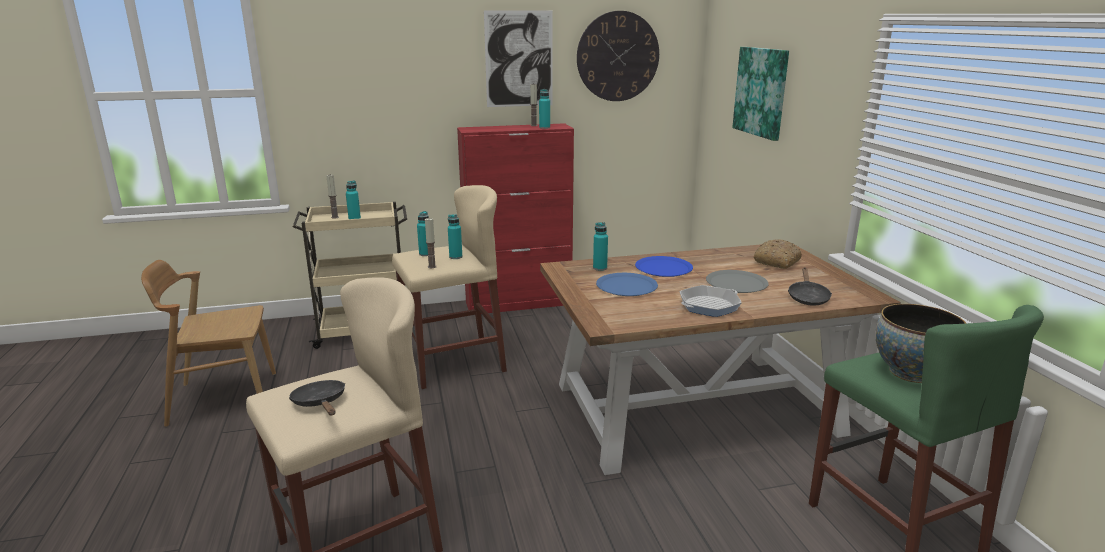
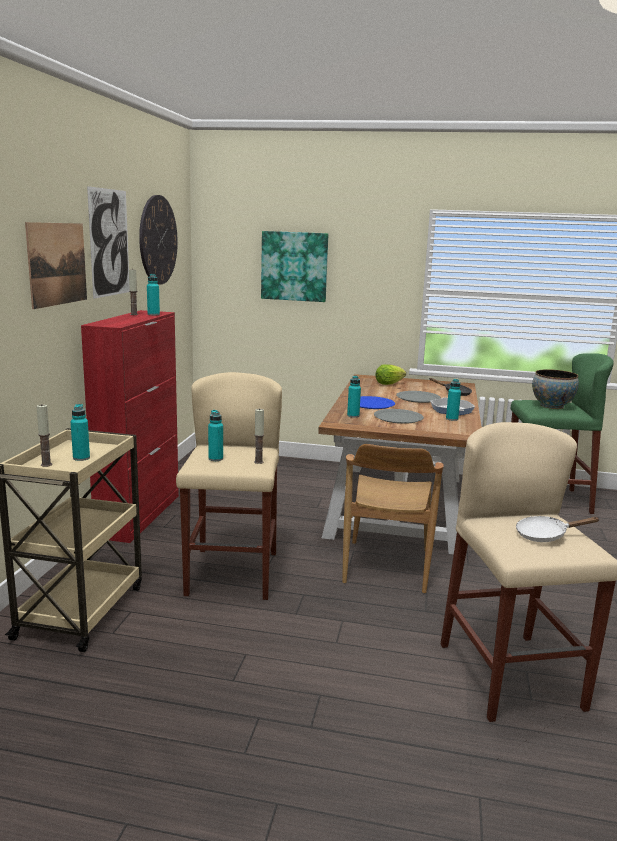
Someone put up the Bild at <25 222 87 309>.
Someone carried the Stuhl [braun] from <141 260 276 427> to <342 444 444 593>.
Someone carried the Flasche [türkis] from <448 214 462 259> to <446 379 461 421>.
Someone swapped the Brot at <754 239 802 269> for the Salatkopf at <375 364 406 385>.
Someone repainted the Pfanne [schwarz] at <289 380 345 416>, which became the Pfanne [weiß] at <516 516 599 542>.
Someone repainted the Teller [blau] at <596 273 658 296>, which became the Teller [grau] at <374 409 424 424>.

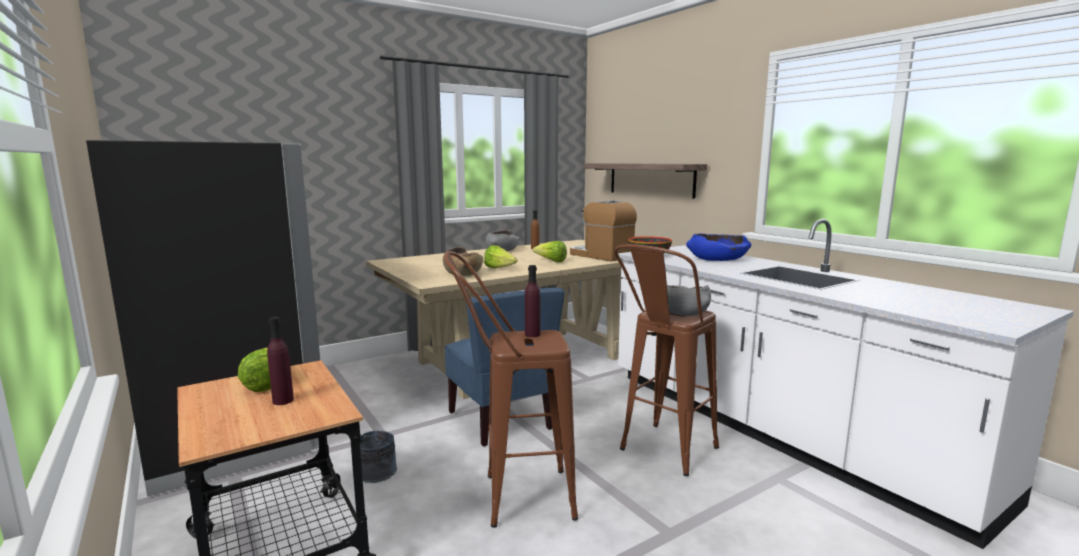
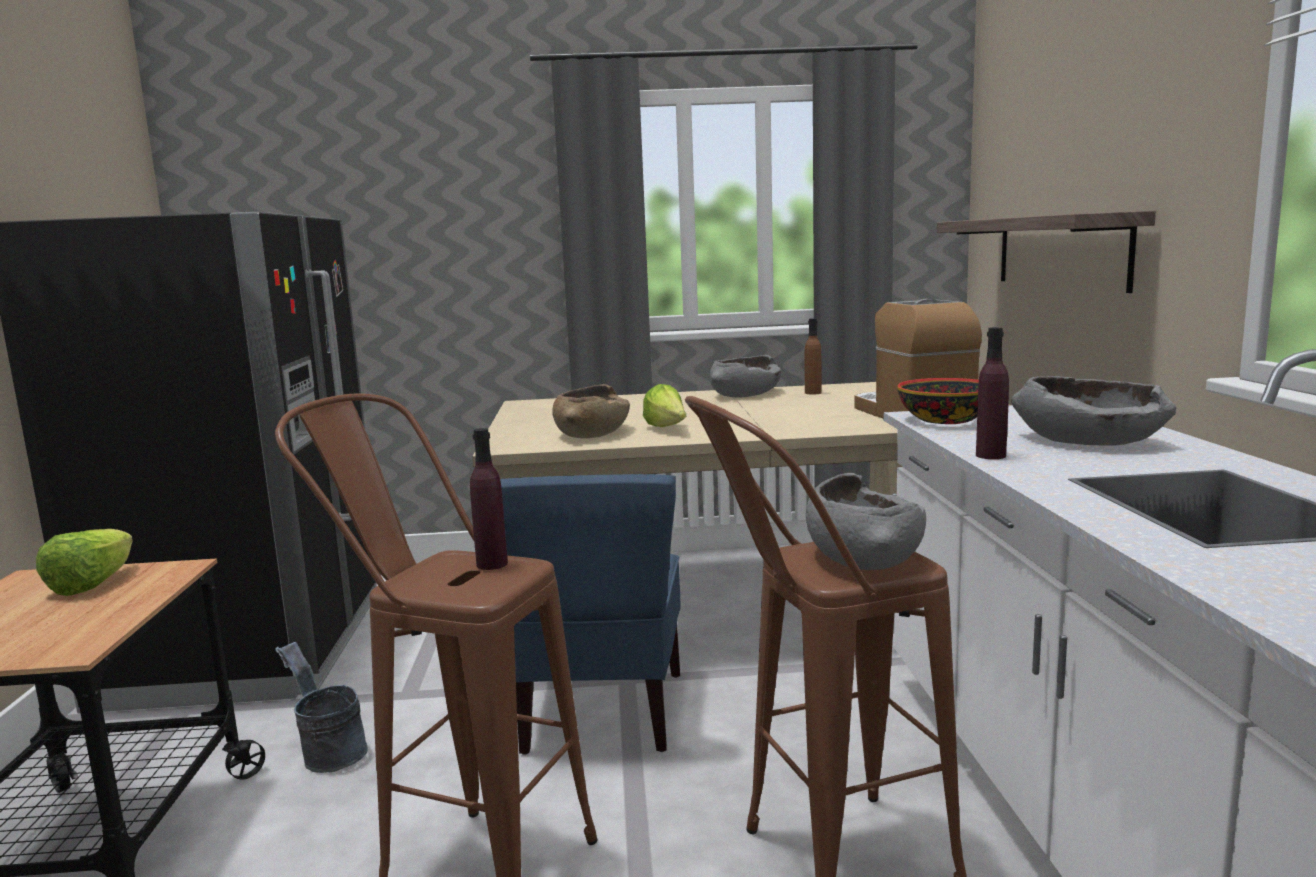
Someone took away the Salatkopf at <533 241 567 262>.
Someone carried the Flasche [lila] from <267 317 294 405> to <976 327 1009 459>.
Someone repainted the Schüssel [blau] at <686 233 751 261>, which became the Schüssel [grau] at <1011 376 1176 446>.

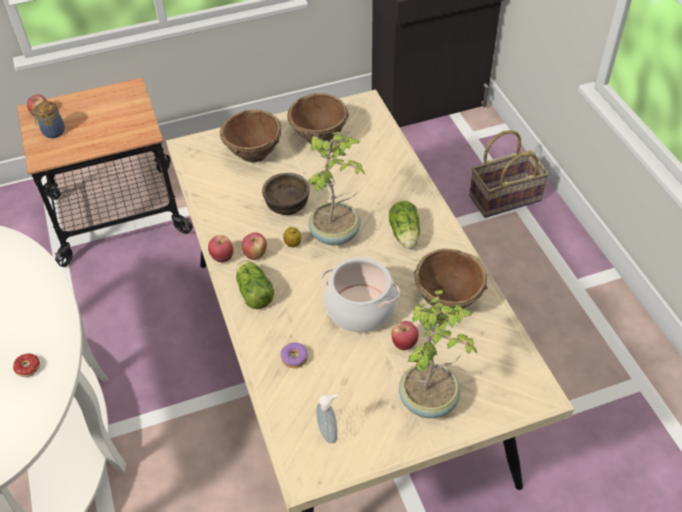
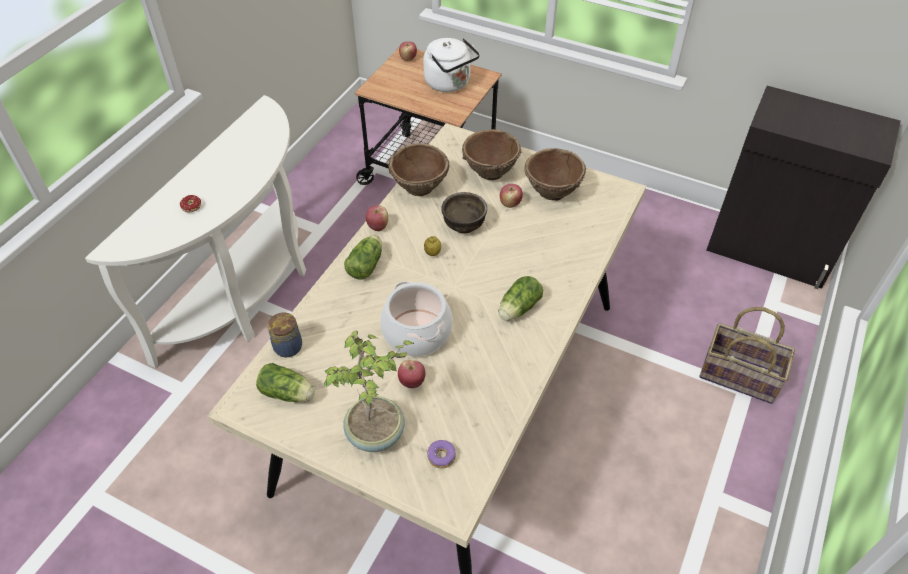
Someone took away the Topfpflanze at <307 132 365 245>.
Someone put down the Wasserkessel [weiß] at <423 38 480 92>.
Someone carried the Vorratsglas from <32 101 65 138> to <268 312 302 357>.
Someone carried the Apfel from <242 232 267 260> to <500 184 523 208>.
Someone carried the Donut from <281 342 308 368> to <427 440 456 468>.
Someone carried the Schüssel [braun] from <414 248 487 309> to <388 143 450 196>.
Someone swapped the Seifenspender at <316 394 338 444> for the Salatkopf at <256 363 315 402>.

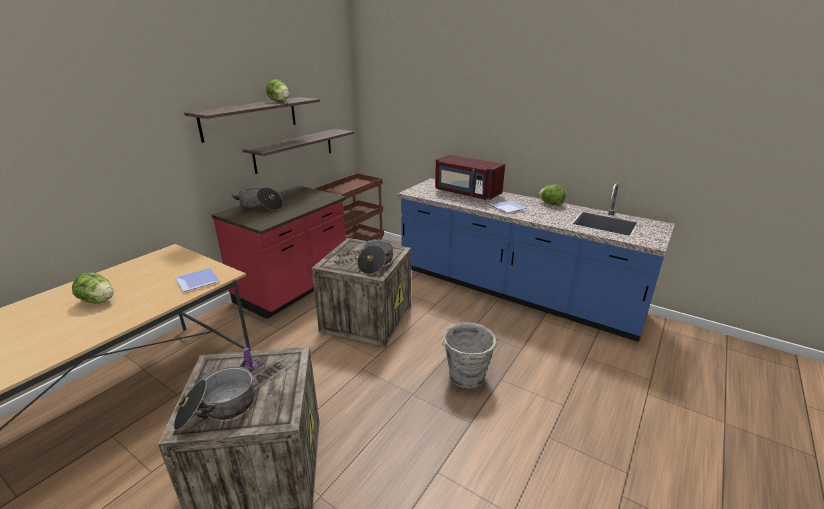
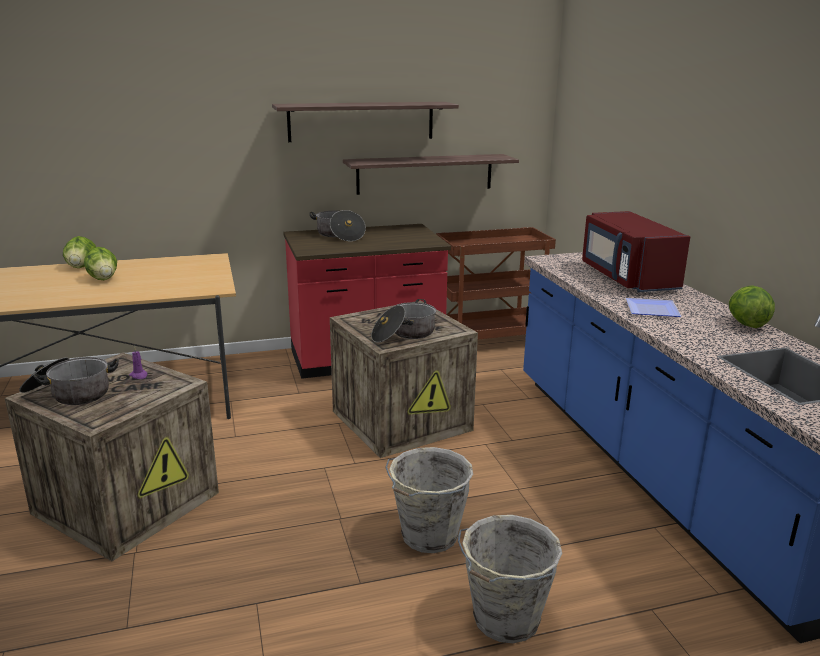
Someone took away the Teller at <175 268 220 292>.
Someone put down the Eimer [grau] at <458 515 562 643>.
Someone carried the Salatkopf from <266 79 289 102> to <63 236 96 268>.

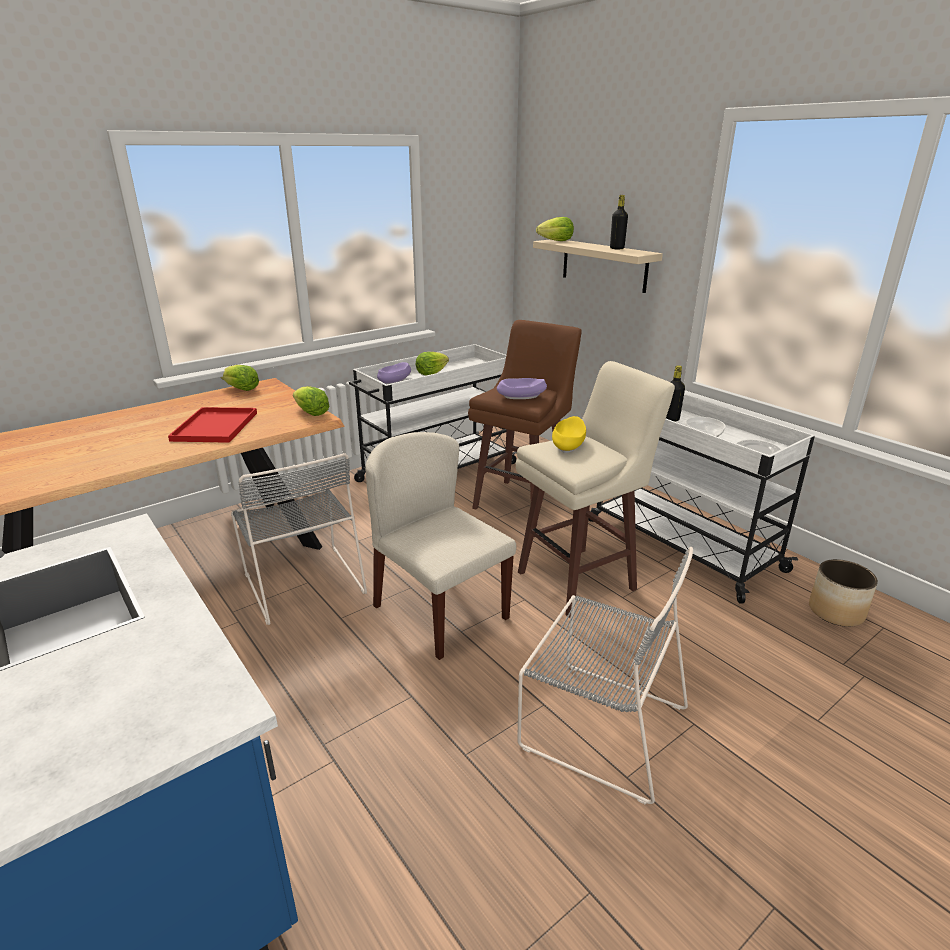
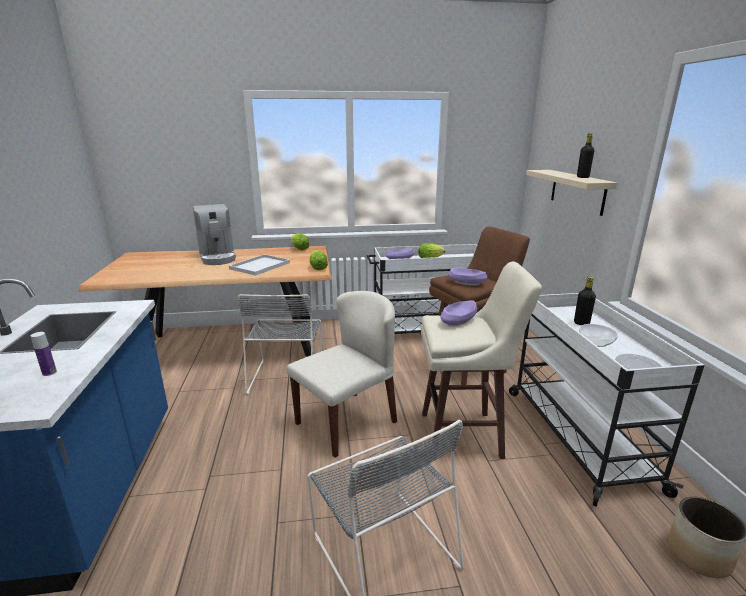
Someone took away the Salatkopf at <536 217 574 241>.
Someone put down the Flasche at <31 332 57 376>.
Someone put down the Kaffeemaschine at <193 204 236 265>.
Someone repainted the Tablett [rot] at <168 407 257 443>, which became the Tablett [weiß] at <229 254 290 276>.
Someone repainted the Schüssel [gelb] at <552 416 586 453>, which became the Schüssel [lila] at <441 300 477 327>.
Someone rotated the Stuhl [beige] at <365 432 516 660> by 60 degrees clockwise.

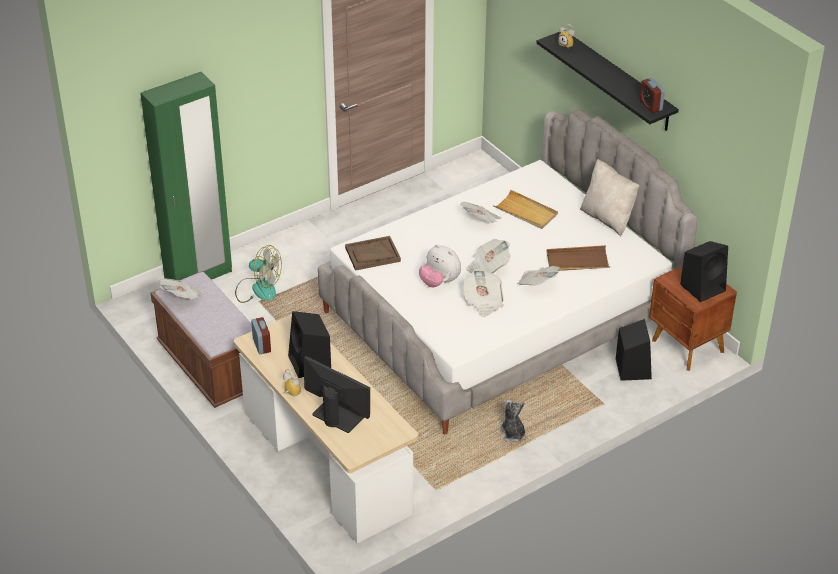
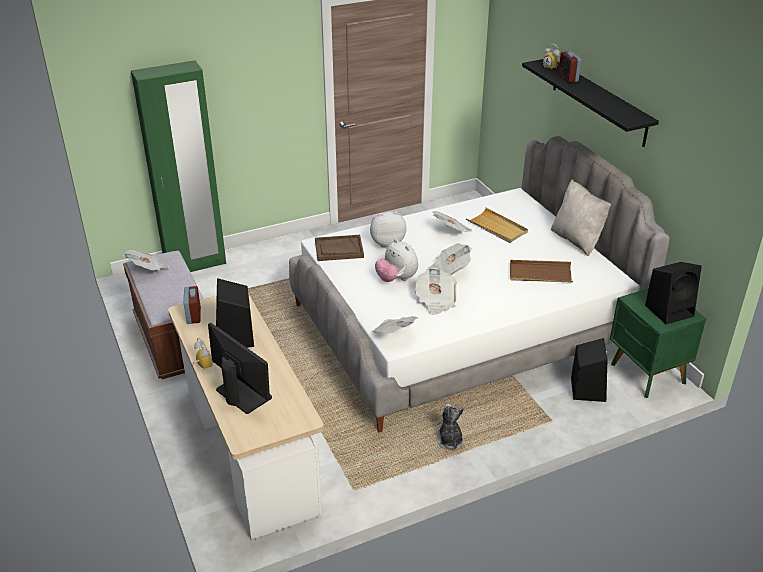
Someone took away the Ventilator at <235 245 282 303>.
Someone put down the Plüschtier at <370 211 406 248>.
Someone carried the Zeitung from <517 266 560 286> to <371 316 418 334>.
Someone carried the Wecker from <640 78 665 113> to <558 51 581 83>.
Someone repainted the Nachttisch [braun] at <649 265 737 371>, which became the Nachttisch [grün] at <610 288 706 398>.

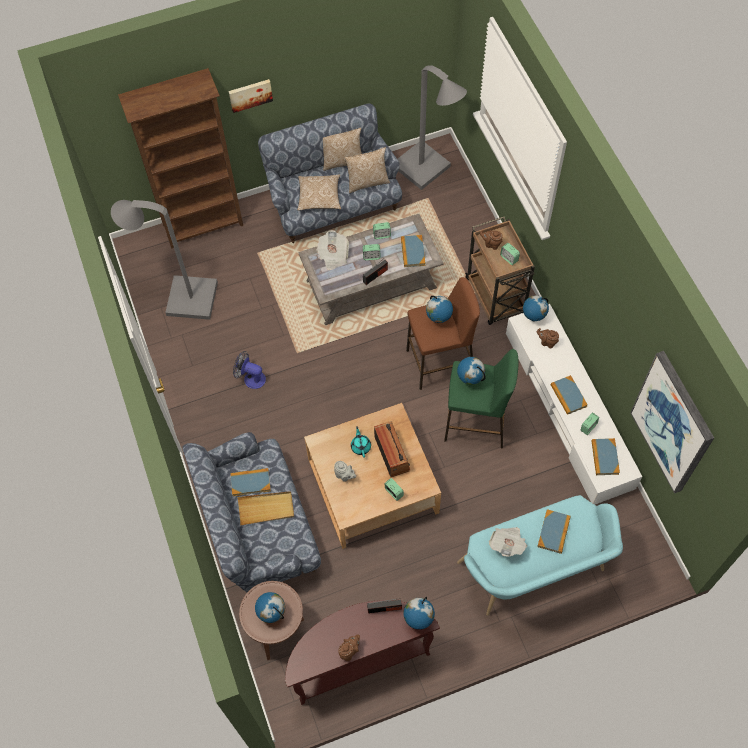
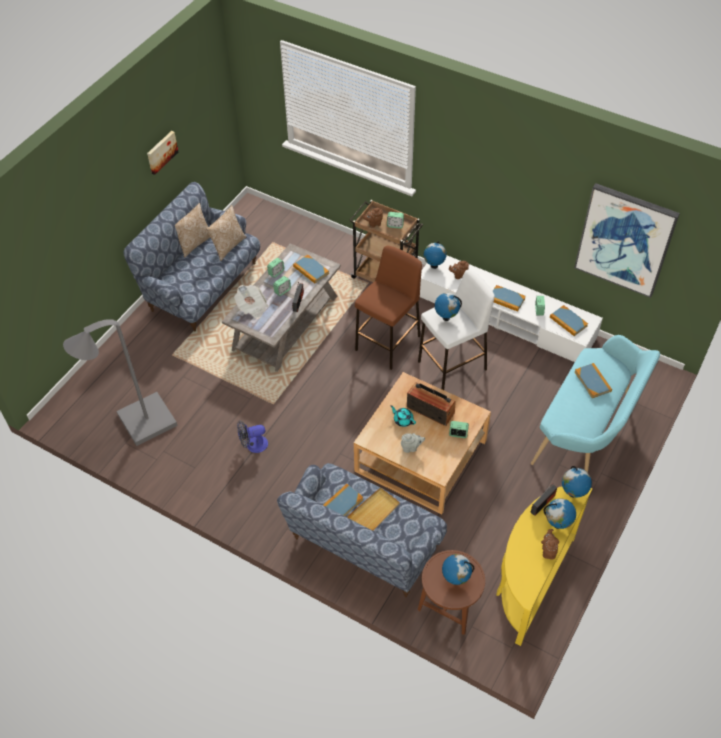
Someone took away the Bücherregal [braun] at <118 68 243 249>.
Someone took away the Kissen at <297 174 341 211>.
Someone took away the Stehlampe [grau] at <398 65 467 190>.
Someone took away the Zeitung at <489 527 527 557>.
Someone carried the Bild from <229 79 273 113> to <147 131 178 175>.
Someone carried the Globus from <426 296 453 323> to <544 498 576 529>.
Someone repainted the Konsolentisch [braun] at <285 600 440 705>, which became the Konsolentisch [gelb] at <496 486 592 646>.
Someone repainted the Hocker [grün] at <444 349 519 449>, which became the Hocker [weiß] at <418 269 495 390>.

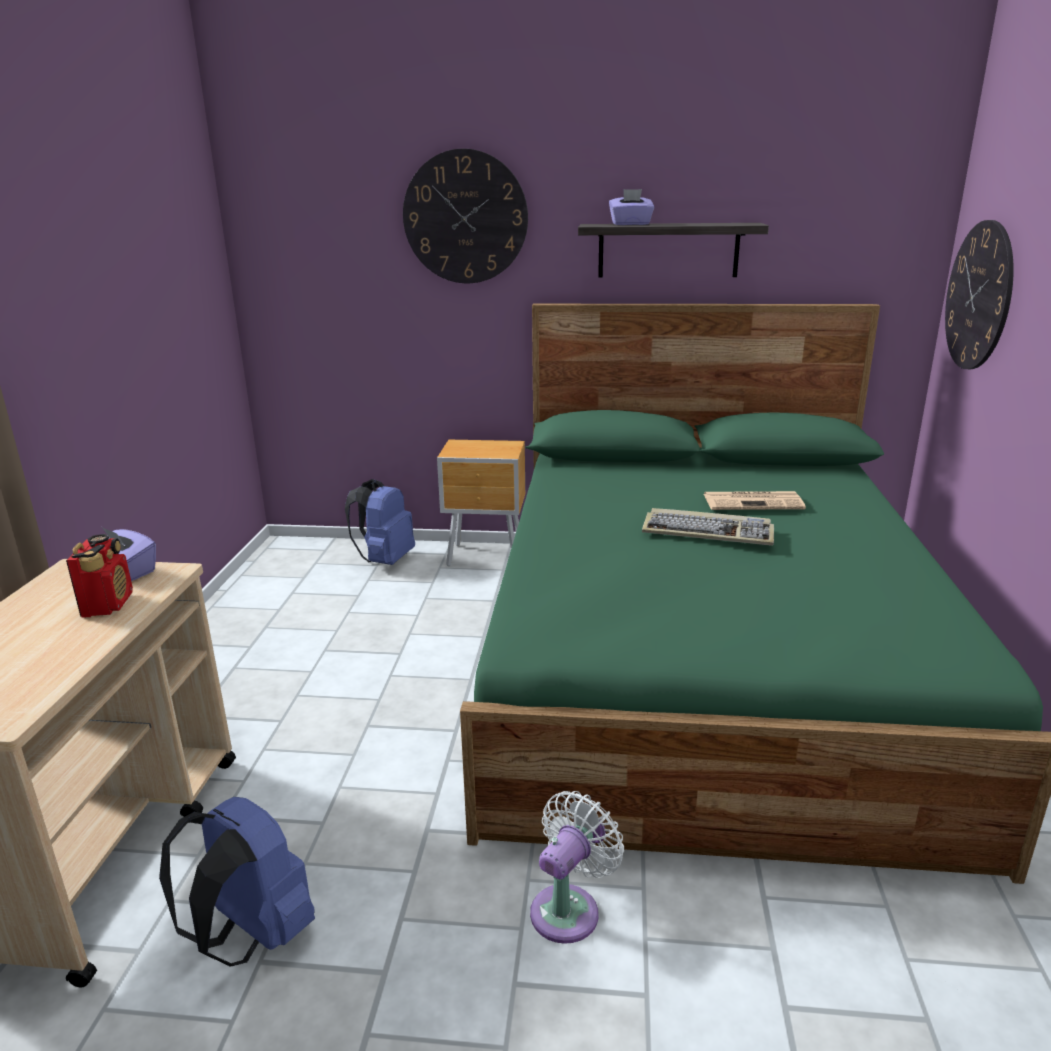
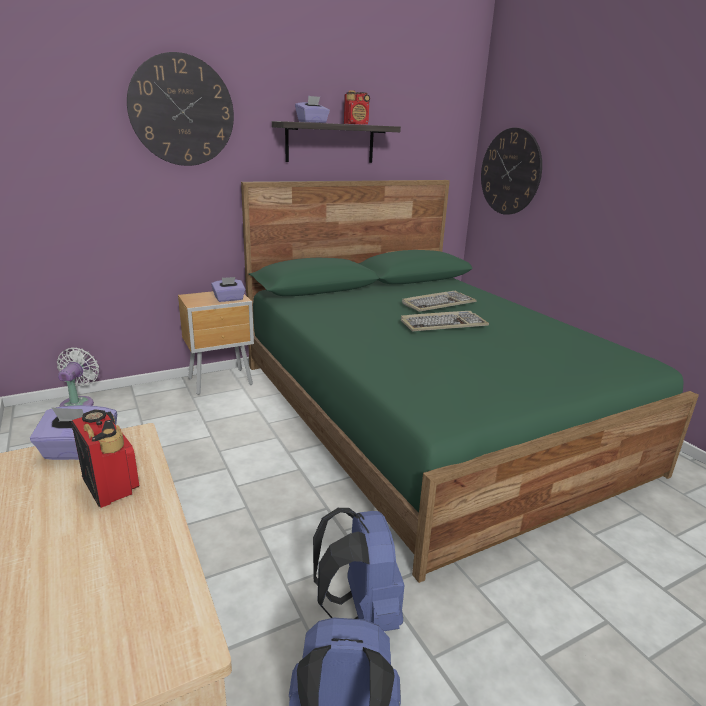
Someone put down the Taschentuchbox [lila] at <211 277 245 302>.
Someone put down the Radio at <344 90 370 125>.
Someone carried the Rucksack [blau] from <345 479 415 565> to <313 508 404 631>.
Someone carried the Ventilator [weiß] from <530 791 624 944> to <57 348 99 407>.
Someone swapped the Zeitung at <704 491 806 510> for the Tastatur at <402 291 477 312>.

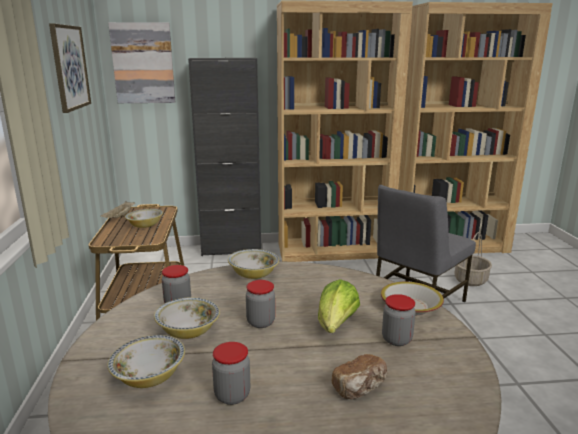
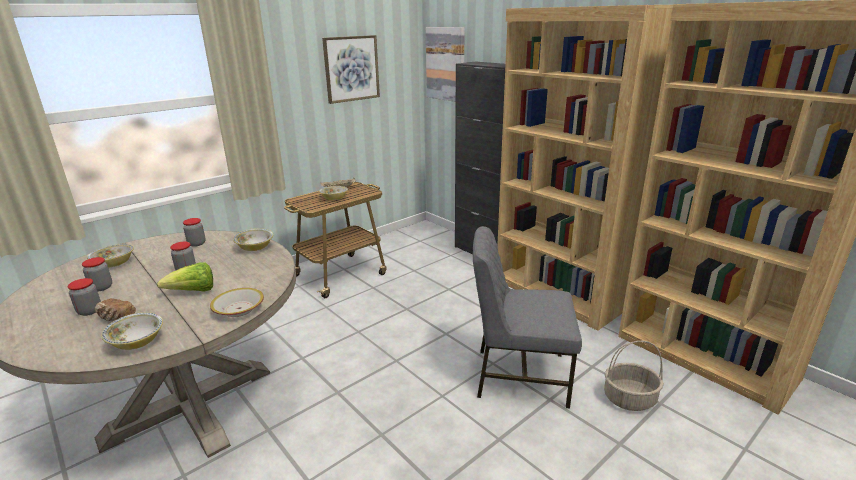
Someone carried the Schüssel from <154 297 220 339> to <101 312 163 350>.
Someone carried the Vorratsglas from <382 294 416 346> to <67 278 101 316>.

